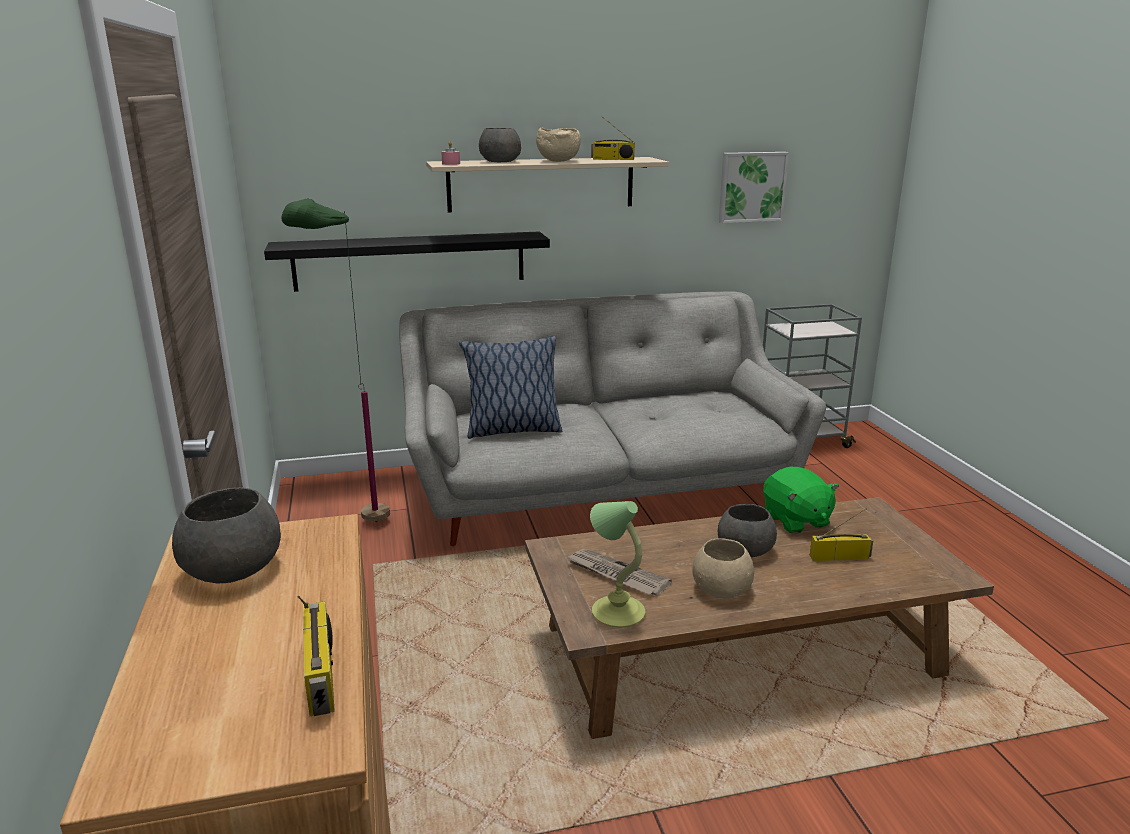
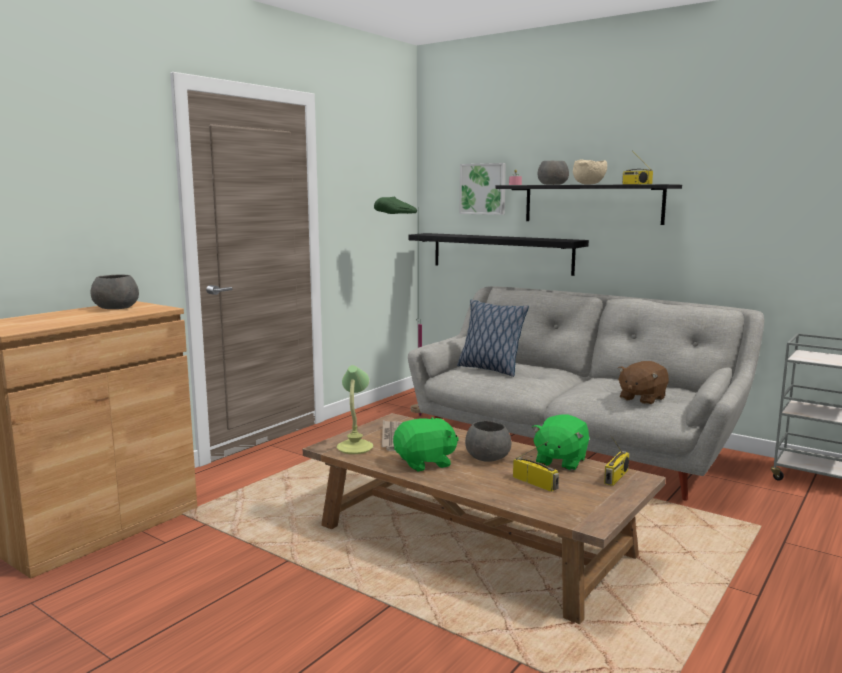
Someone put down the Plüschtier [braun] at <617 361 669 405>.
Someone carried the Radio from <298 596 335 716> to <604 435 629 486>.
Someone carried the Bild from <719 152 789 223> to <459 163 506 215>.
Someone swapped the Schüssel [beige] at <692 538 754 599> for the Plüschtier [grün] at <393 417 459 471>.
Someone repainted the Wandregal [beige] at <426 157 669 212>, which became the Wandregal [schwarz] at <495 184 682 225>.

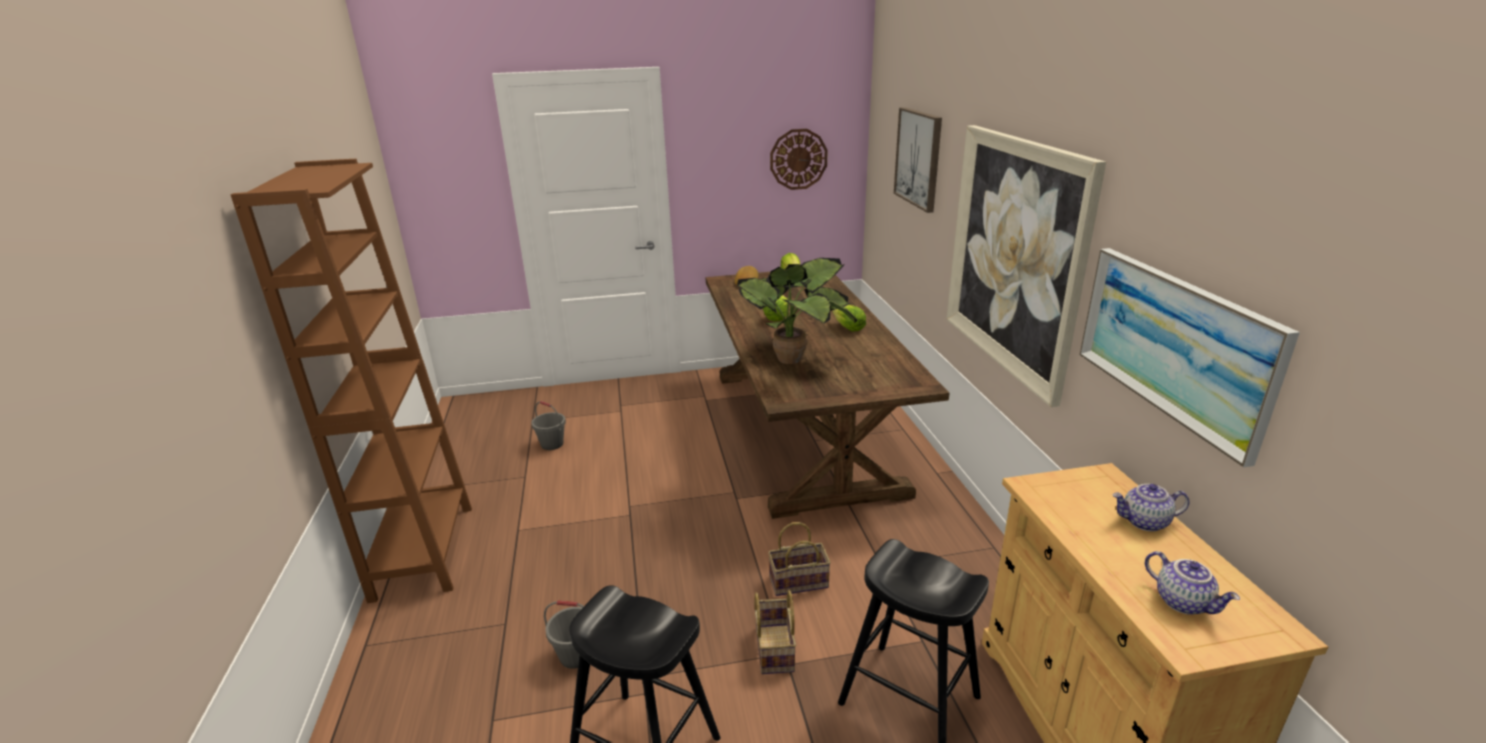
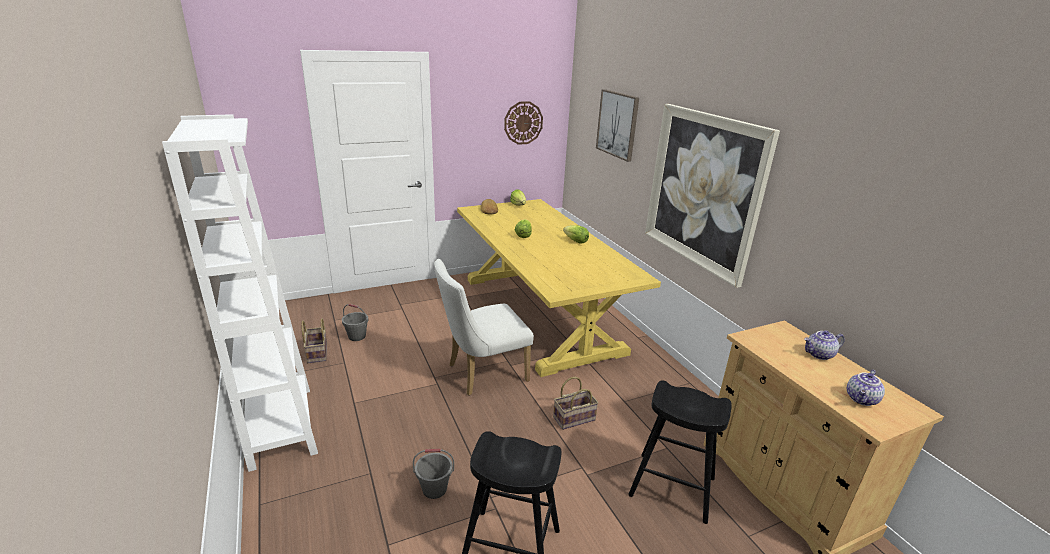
Someone took away the Topfpflanze at <737 258 858 364>.
Someone took away the Bild at <1080 248 1300 467>.
Someone put down the Stuhl [weiß] at <434 259 534 396>.
Someone carried the Korb from <754 590 796 674> to <301 318 327 363>.
Someone repainted the Bücherregal [braun] at <231 159 472 603>, which became the Bücherregal [weiß] at <162 114 318 472>.
Someone repainted the Esstisch [braun] at <705 272 950 519>, which became the Esstisch [gelb] at <457 199 661 377>.
Someone rotated the Teekanne at <1145 551 1240 615> by 90 degrees clockwise.

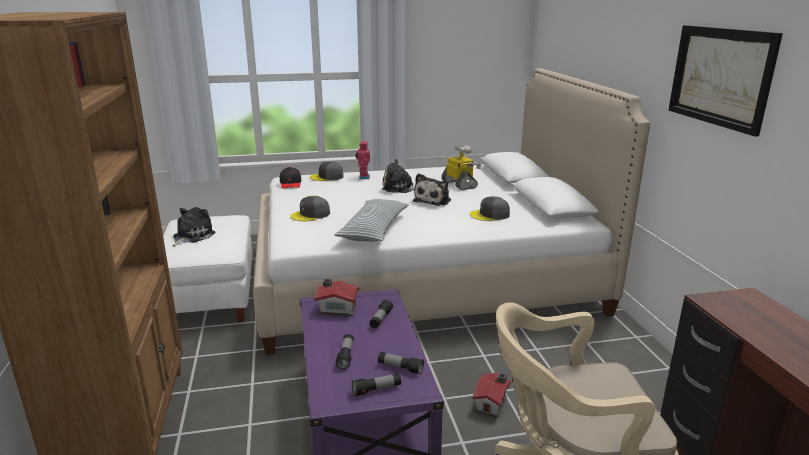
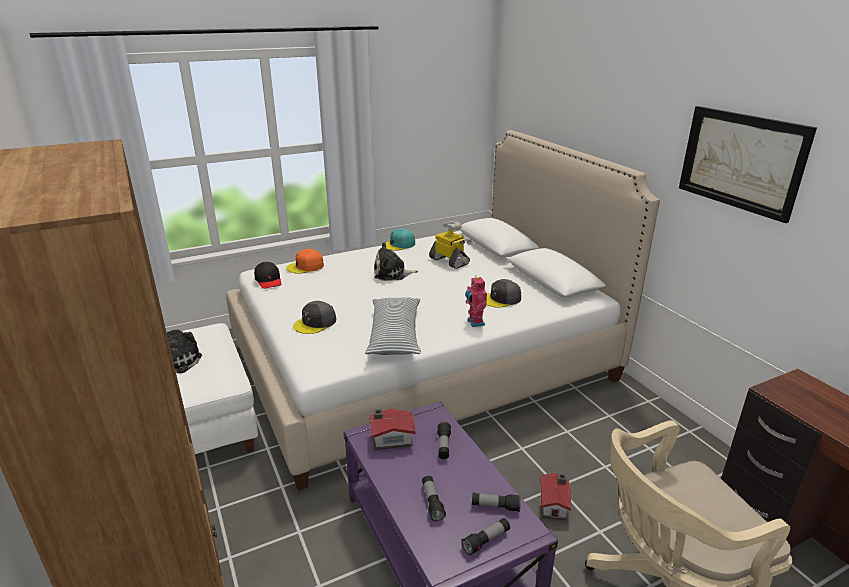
Someone took away the Plüschtier at <413 173 451 206>.
Someone put down the Kappe [türkis] at <385 228 415 251>.
Someone carried the Spielzeugroboter from <356 140 370 179> to <465 277 487 327>.
Someone repainted the Kappe [grau] at <310 162 344 181>, which became the Kappe [orange] at <286 249 324 274>.

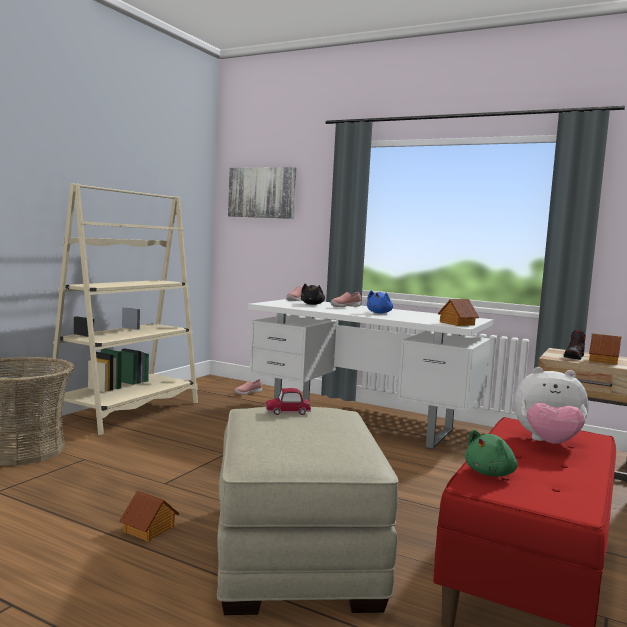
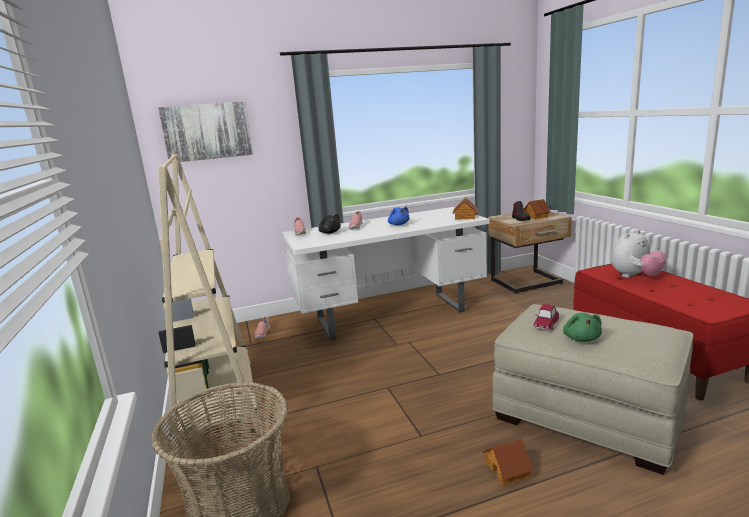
Someone carried the Plüschtier [grün] from <465 430 518 476> to <563 313 602 342>.

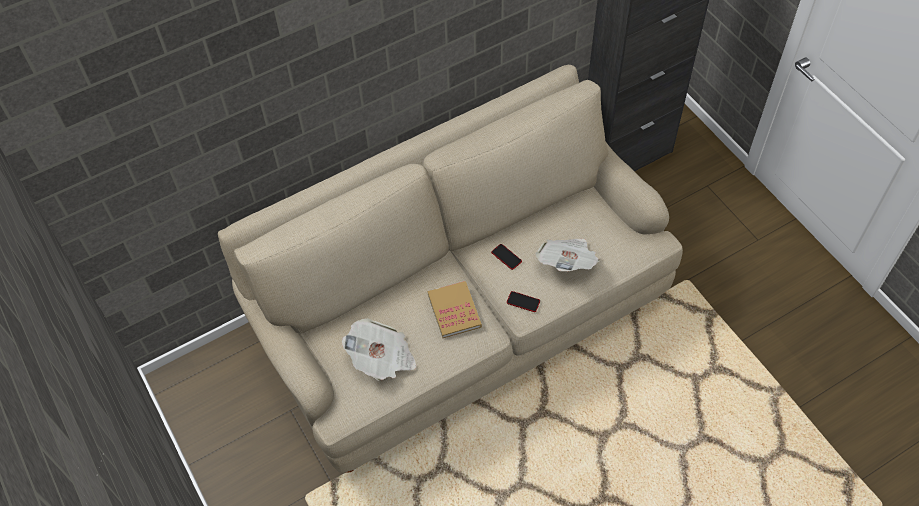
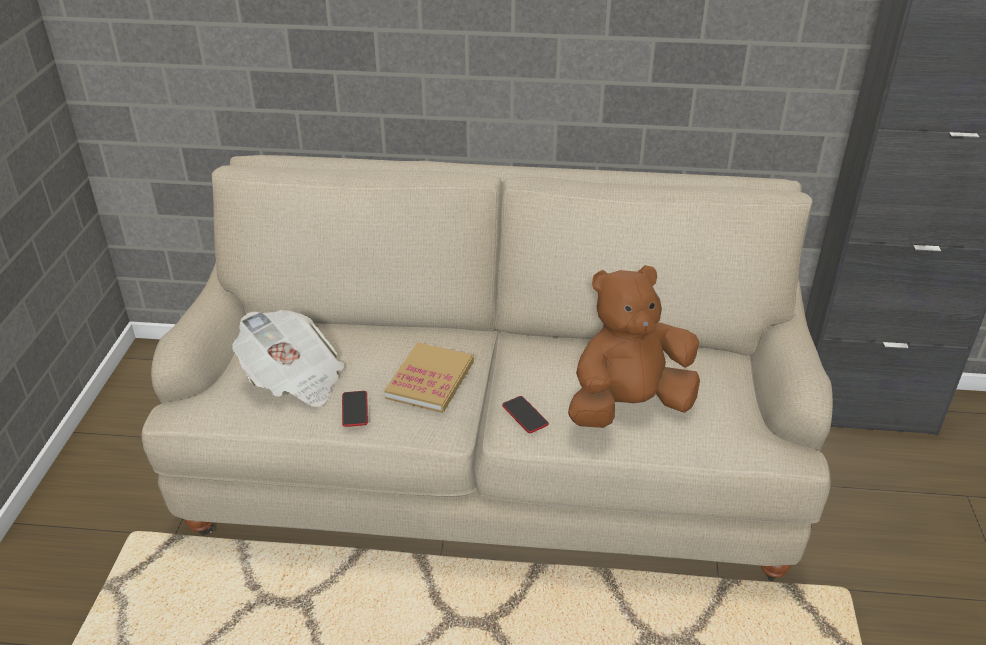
Someone carried the Handy from <491 244 522 270> to <342 391 368 427>.
Someone swapped the Zeitung at <536 238 600 271> for the Plüschtier [braun] at <568 265 700 428>.

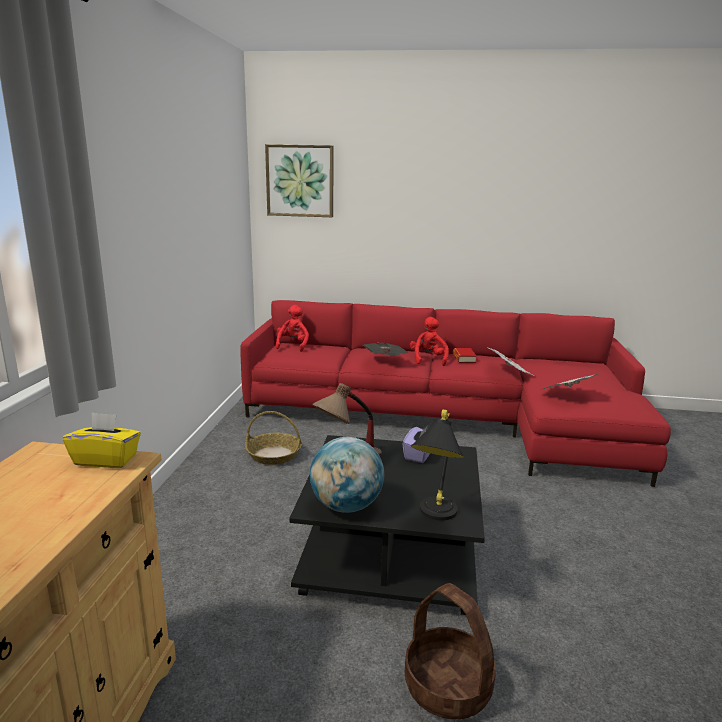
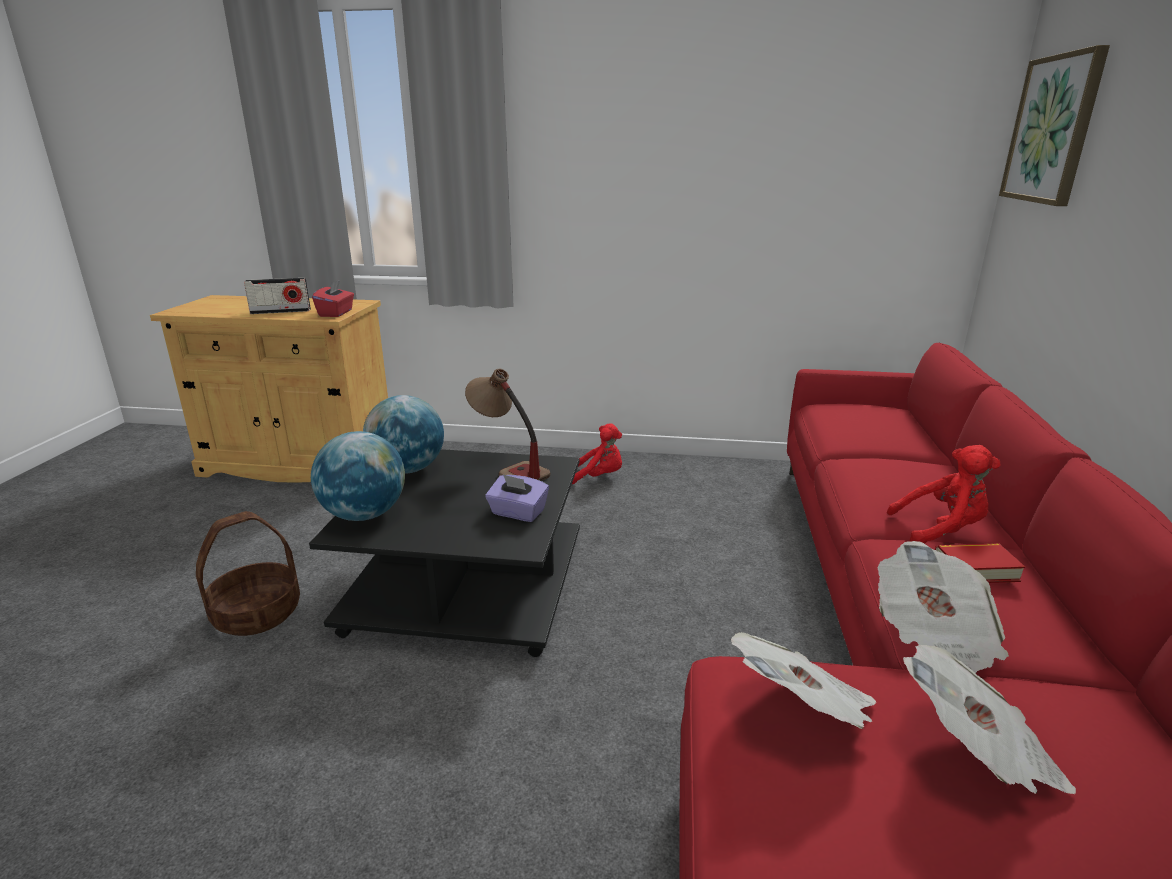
Someone took away the Korb at <245 411 302 465>.
Someone put down the Radio at <244 278 311 314>.
Someone carried the Plüschtier [rot] from <275 305 309 352> to <572 423 622 484>.
Someone carried the Zeitung from <363 343 407 356> to <903 645 1076 794>.
Someone swapped the Tischlampe [schwarz] at <411 410 464 521> for the Globus at <311 431 405 521>.
Someone repainted the Taschentuchbox [gelb] at <63 412 141 468>, which became the Taschentuchbox [rot] at <312 280 354 317>.

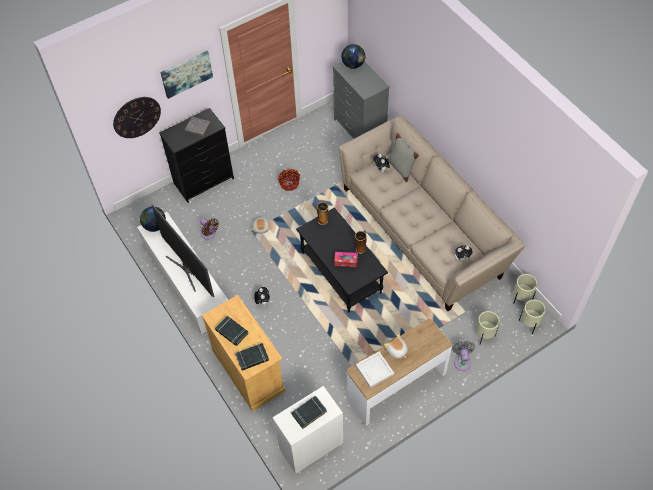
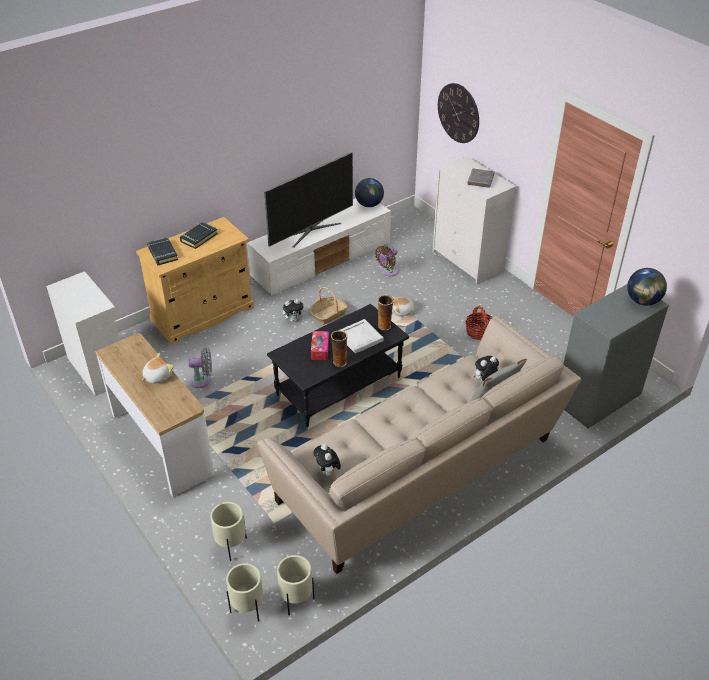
Someone took away the Bild at <160 51 213 99>.
Someone took away the Buch [schwarz] at <291 396 327 429>.
Someone put down the Korb at <309 287 348 325>.
Someone carried the Tablett [weiß] from <356 352 394 388> to <338 319 384 354>.
Someone carried the Ventilator [grau] from <452 341 475 371> to <189 348 212 388>.
Someone repainted the Kommode [schwarz] at <159 108 234 203>, which became the Kommode [weiß] at <432 156 516 284>.

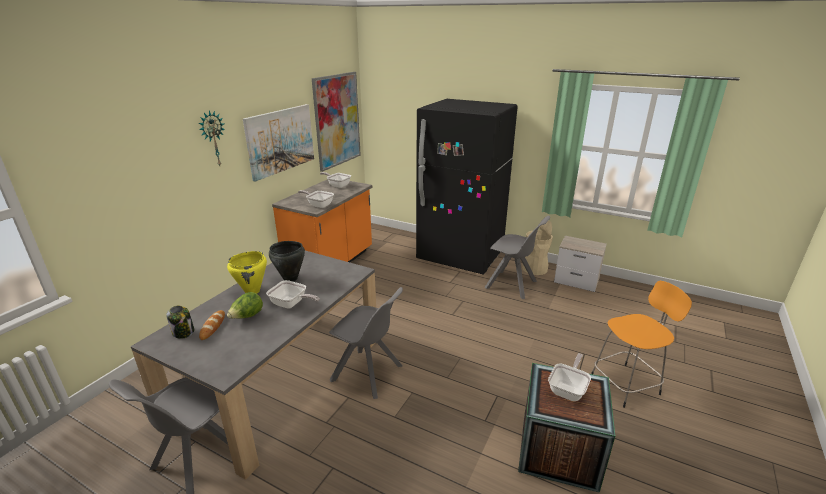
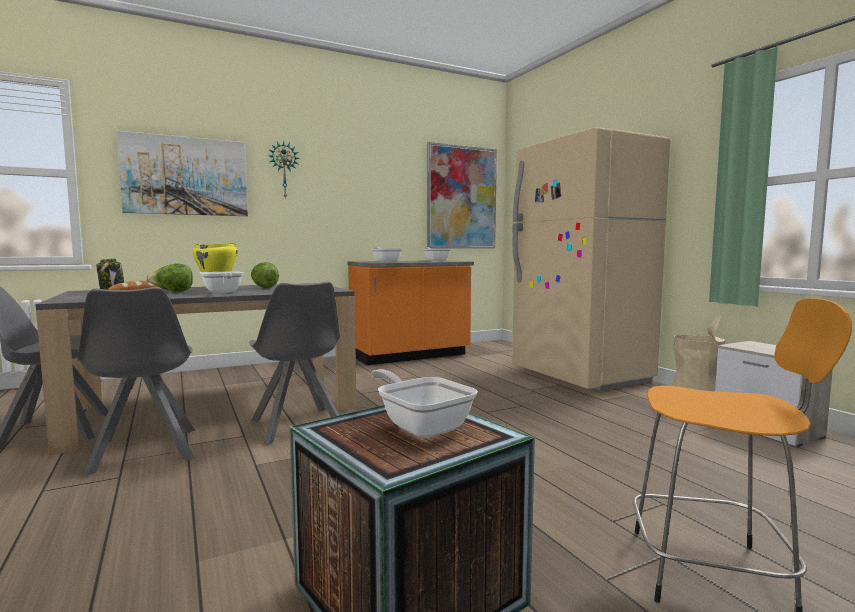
Someone carried the Bild from <243 104 314 182> to <117 131 248 216>.
Someone carried the Stuhl [grau] from <485 215 550 299> to <78 287 195 476>.
Someone swapped the Kochtopf [schwarz] at <269 241 305 282> for the Salatkopf at <251 262 279 288>.
Someone repainted the Kühlschrank [schwarz] at <416 99 518 275>, which became the Kühlschrank [beige] at <512 127 670 391>.
Someone rotated the Pfanne at <548 353 591 401> by 105 degrees counterclockwise.

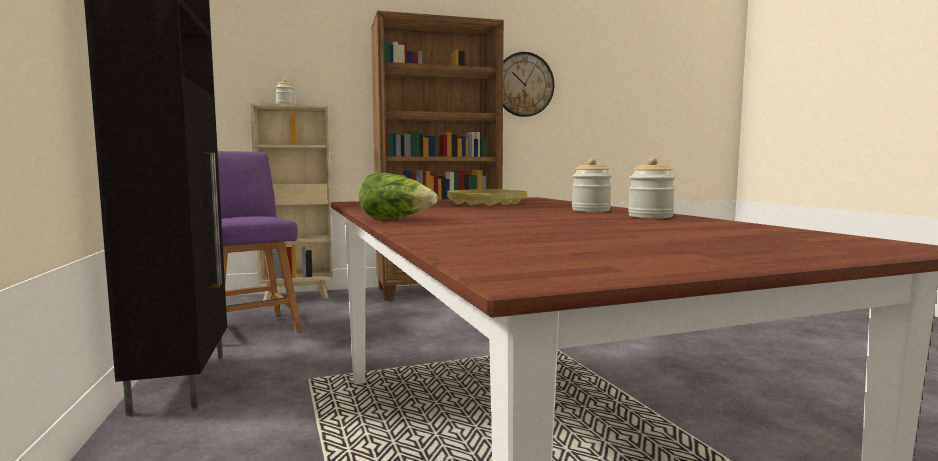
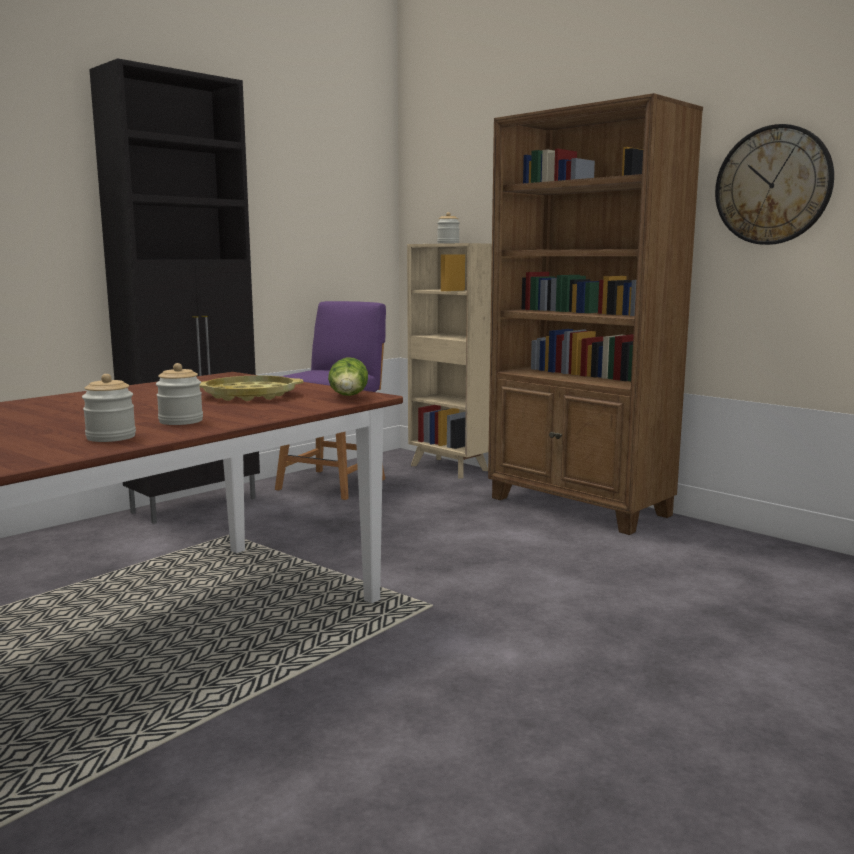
Someone carried the Salatkopf from <359 172 438 219> to <328 357 368 396>.

